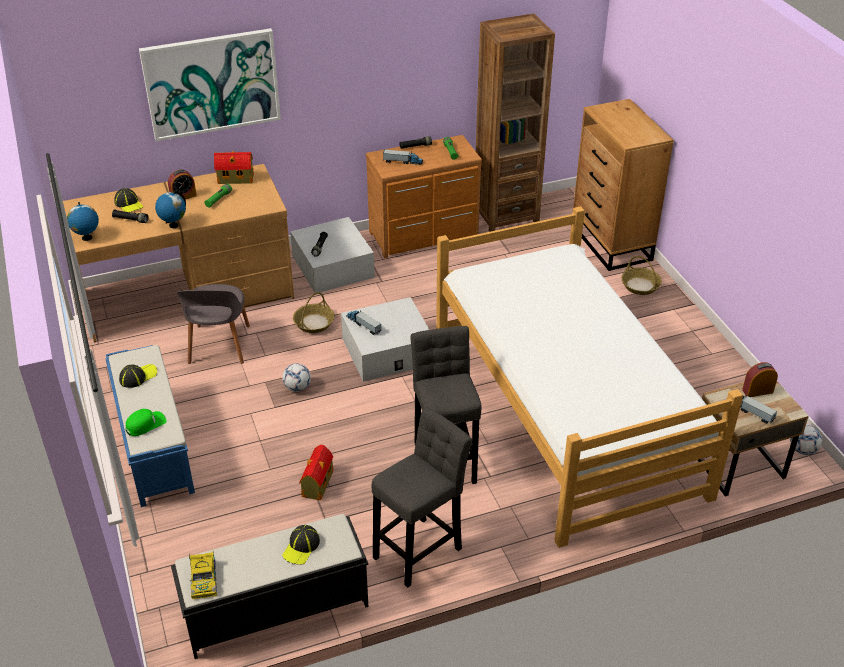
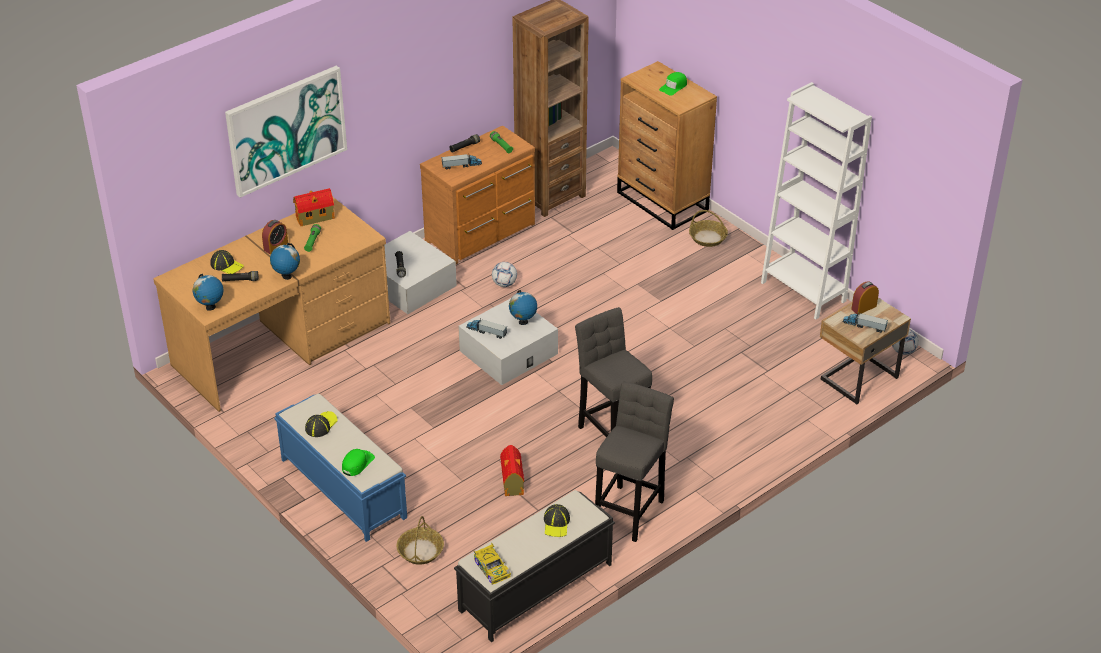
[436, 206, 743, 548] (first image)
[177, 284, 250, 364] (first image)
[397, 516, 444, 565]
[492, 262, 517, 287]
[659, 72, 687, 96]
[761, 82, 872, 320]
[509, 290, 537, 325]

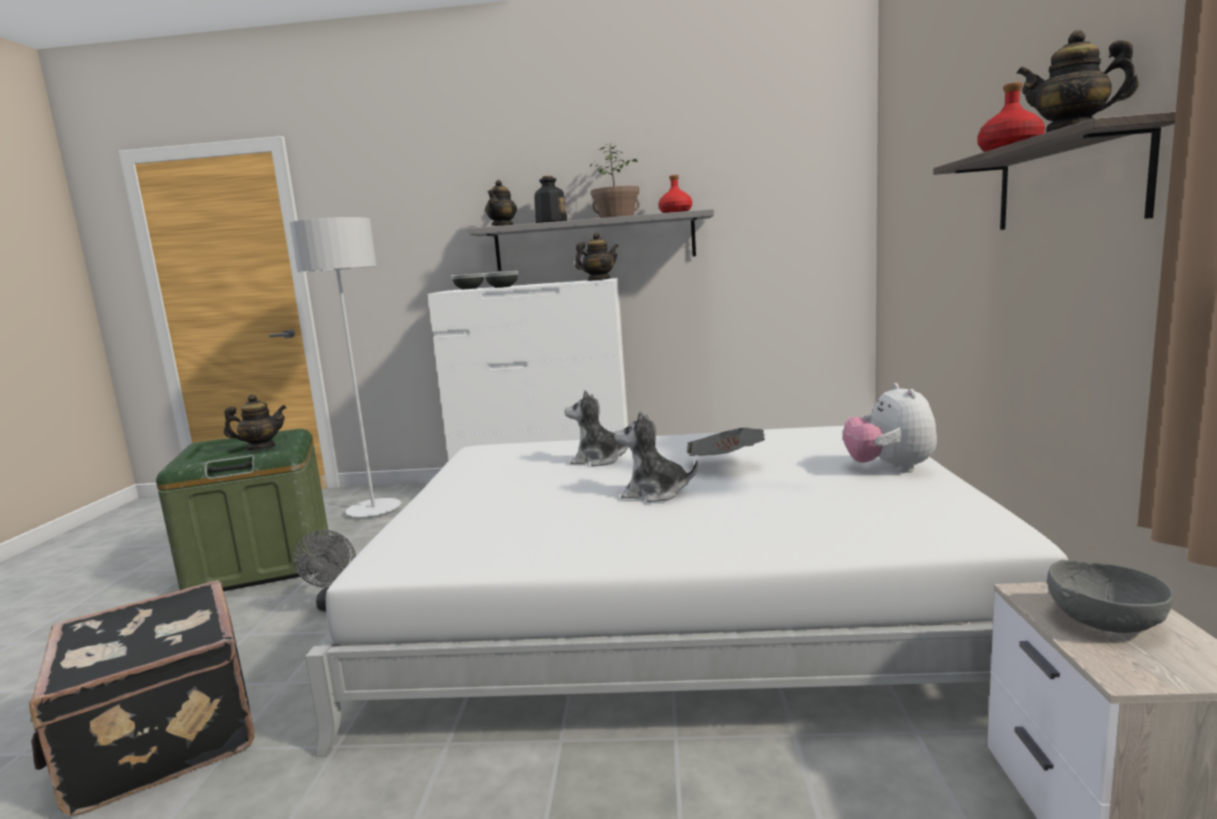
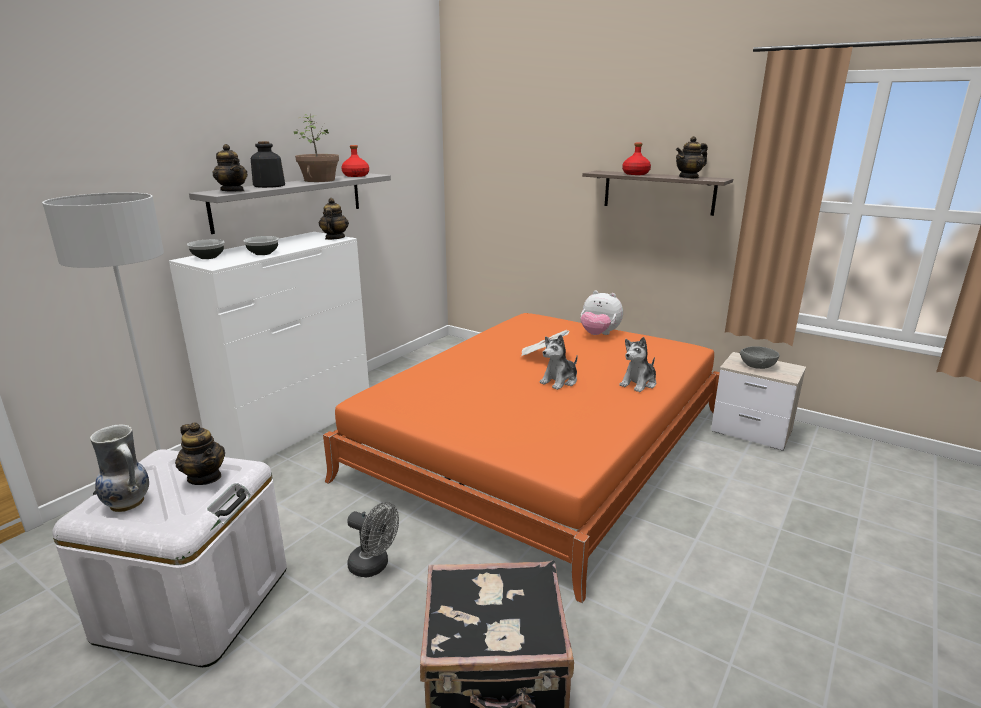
[619, 337, 656, 392]
[175, 423, 225, 485]
[323, 313, 720, 603]
[52, 449, 287, 667]
[90, 424, 149, 512]

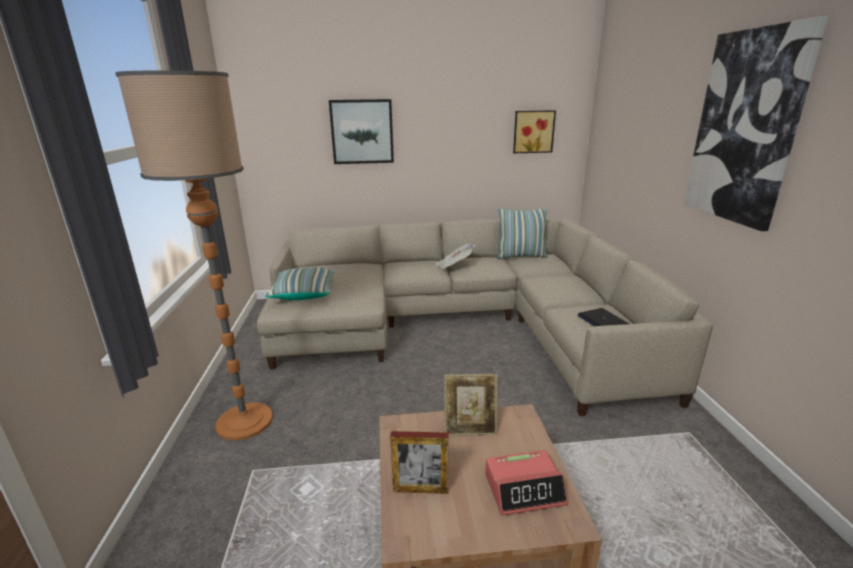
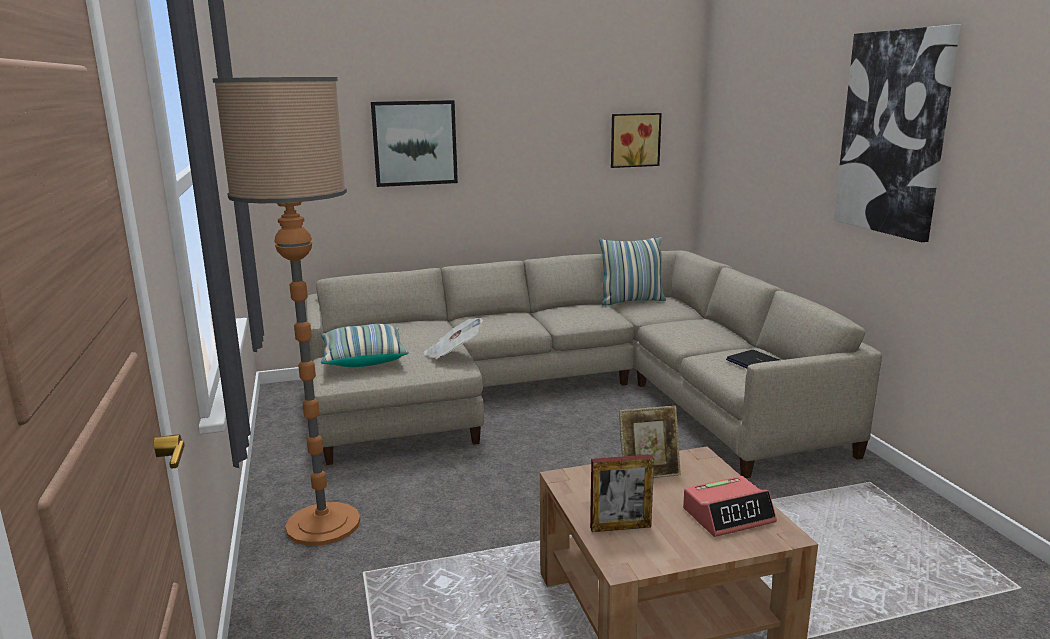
[423, 318, 483, 359]

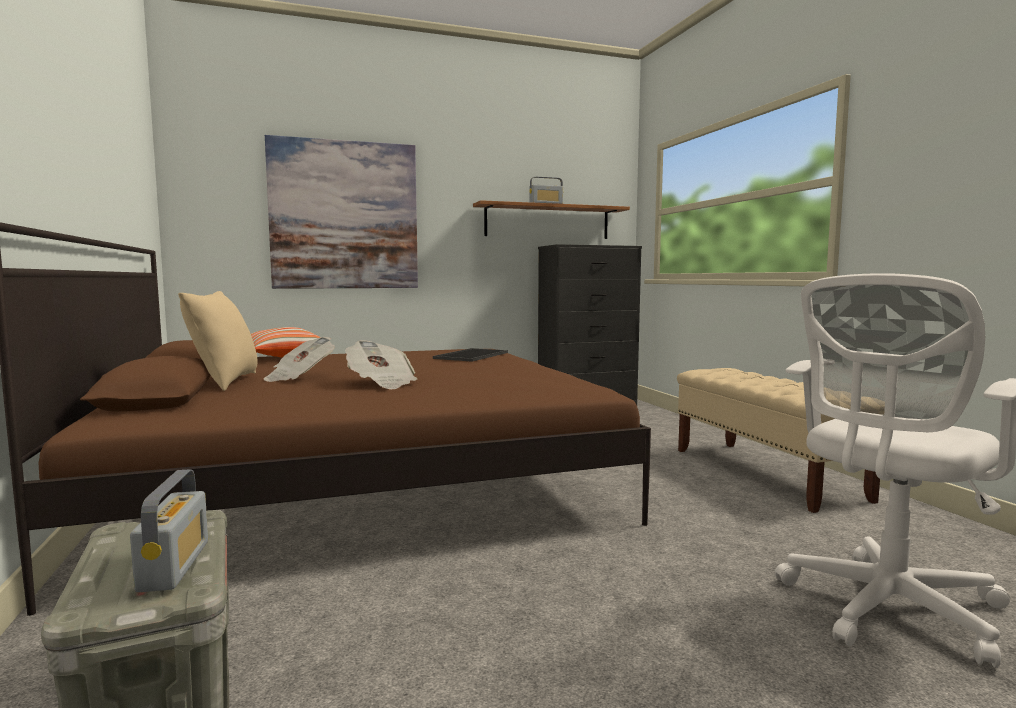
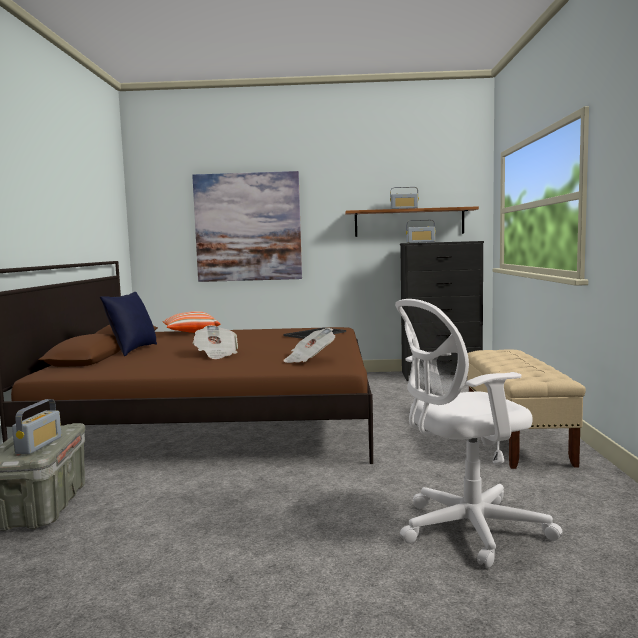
[100, 292, 157, 356]
[283, 328, 335, 363]
[406, 220, 436, 243]

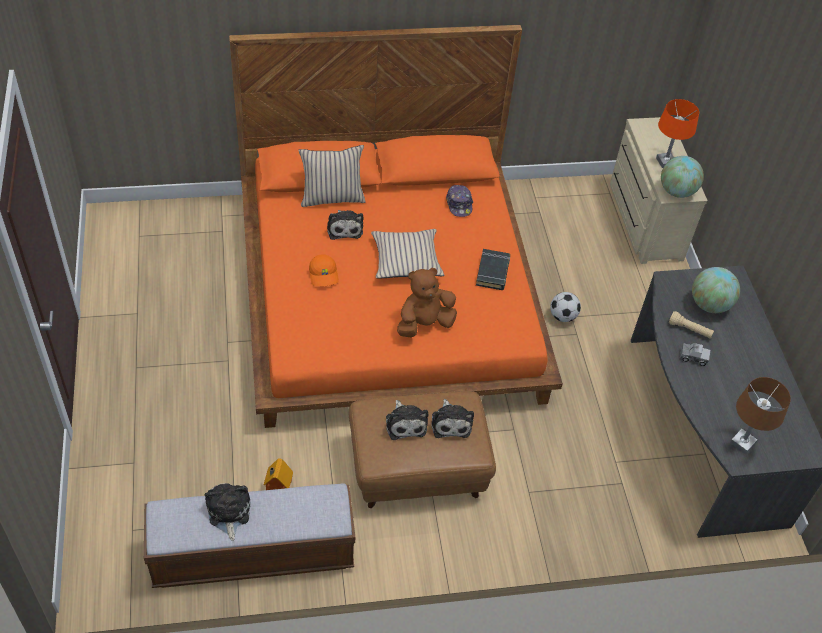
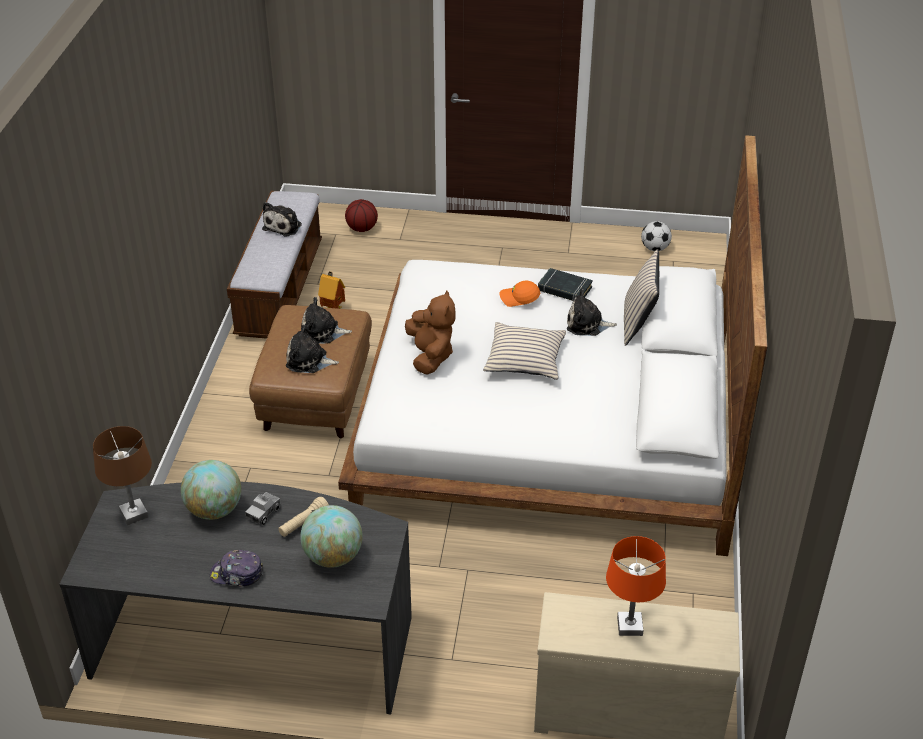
[338, 135, 768, 556]
[181, 460, 241, 520]
[210, 550, 263, 587]
[538, 268, 593, 301]
[641, 221, 672, 251]
[262, 202, 302, 236]
[345, 199, 378, 232]

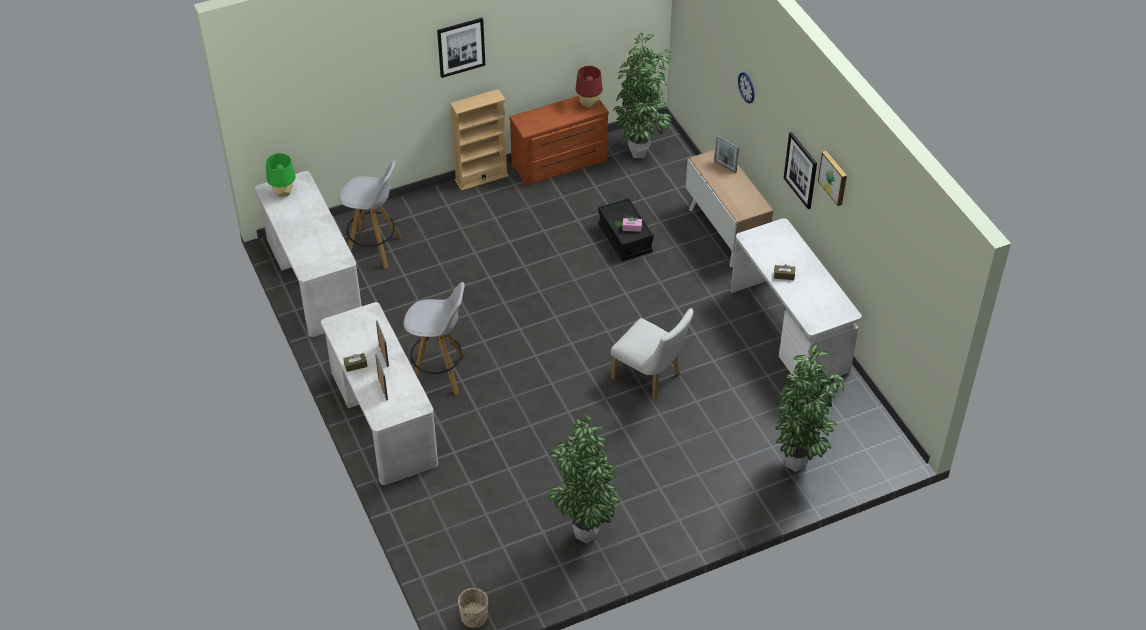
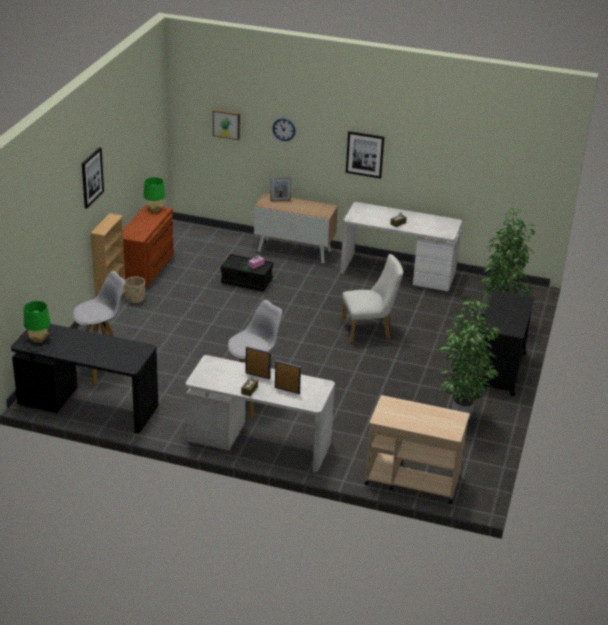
[613, 33, 672, 158] (first image)
[144, 177, 165, 212]
[213, 110, 240, 140]
[11, 324, 158, 434]
[125, 277, 145, 304]
[476, 290, 534, 396]
[365, 395, 470, 504]

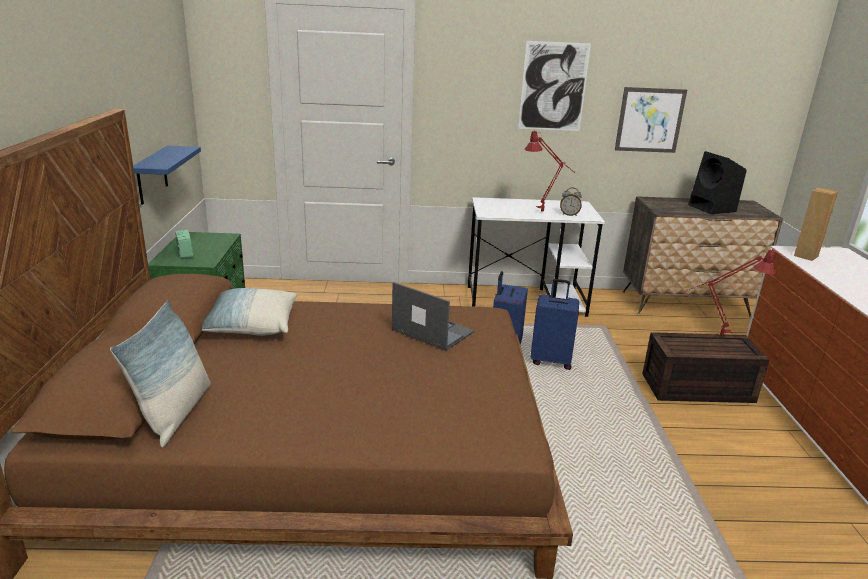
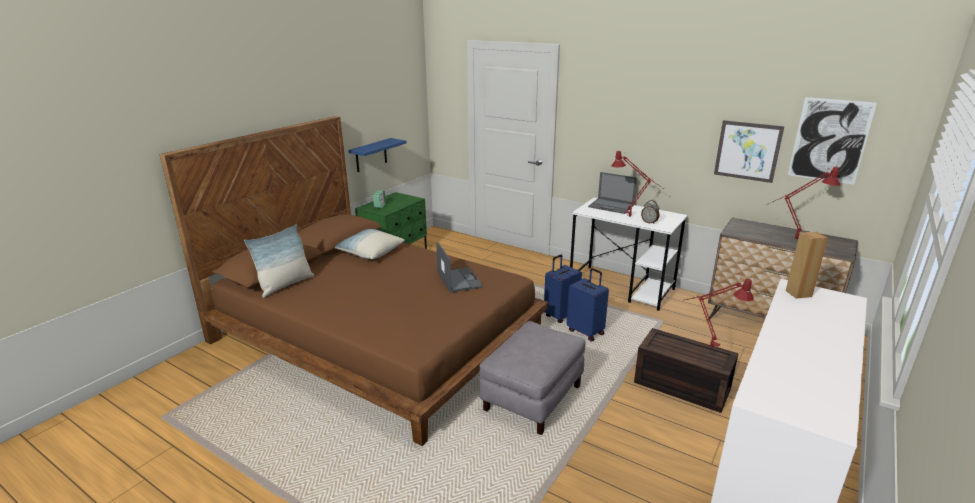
[788, 97, 877, 184]
[767, 167, 840, 239]
[588, 172, 637, 214]
[480, 321, 586, 435]

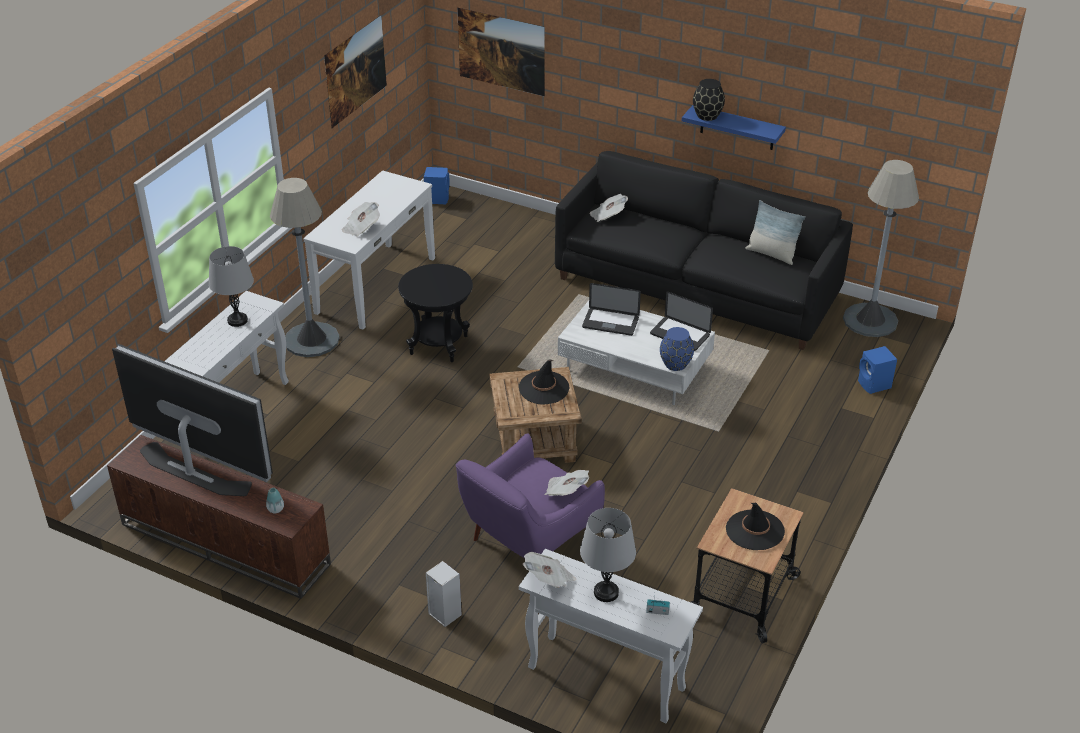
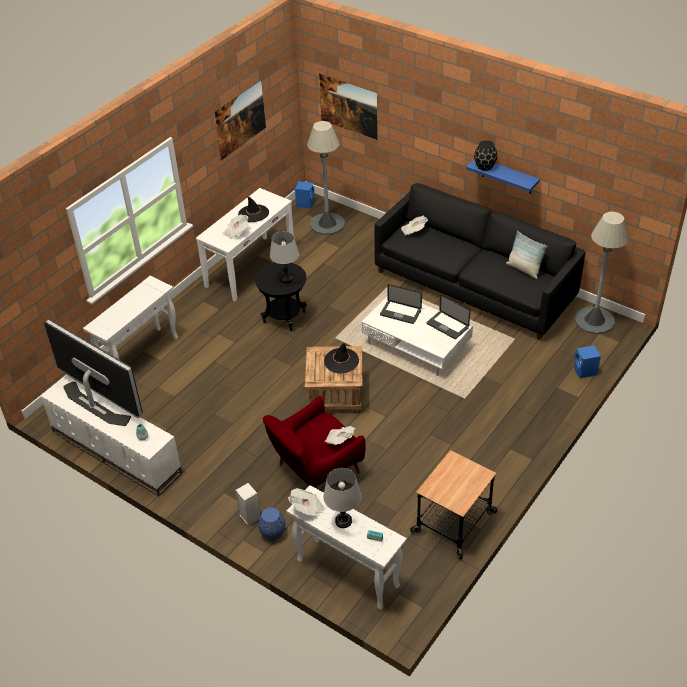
[307, 121, 345, 235]
[270, 231, 299, 283]
[258, 508, 285, 540]
[262, 396, 366, 489]
[41, 376, 182, 496]
[238, 196, 269, 222]

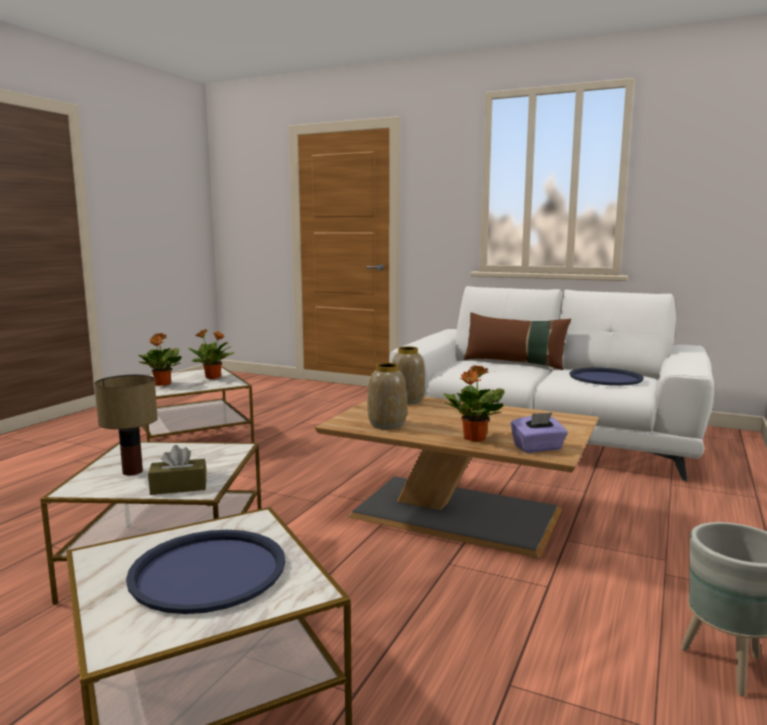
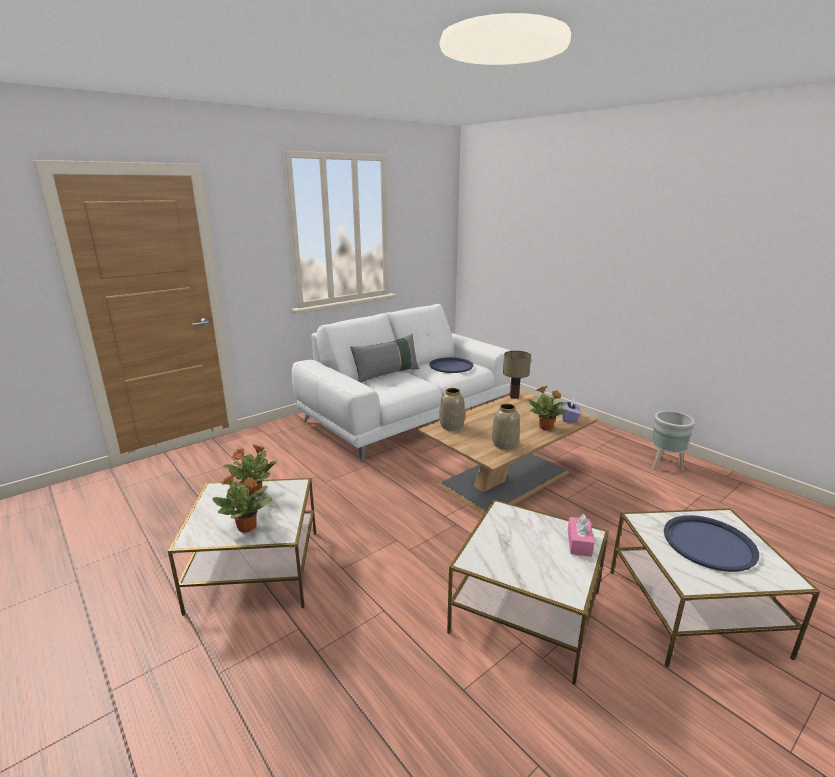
[350, 334, 419, 383]
[503, 351, 531, 399]
[568, 514, 594, 557]

